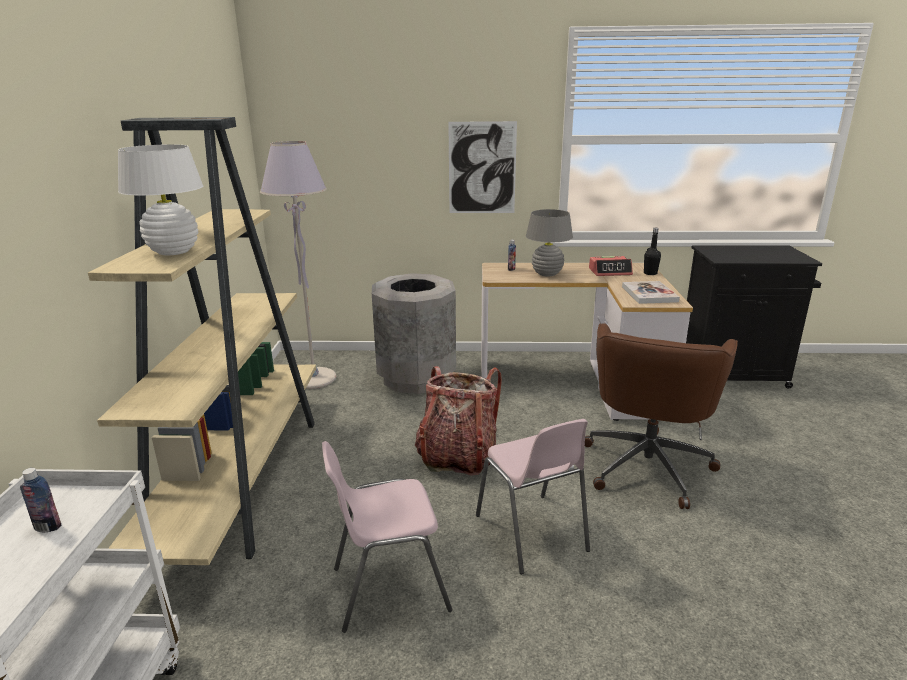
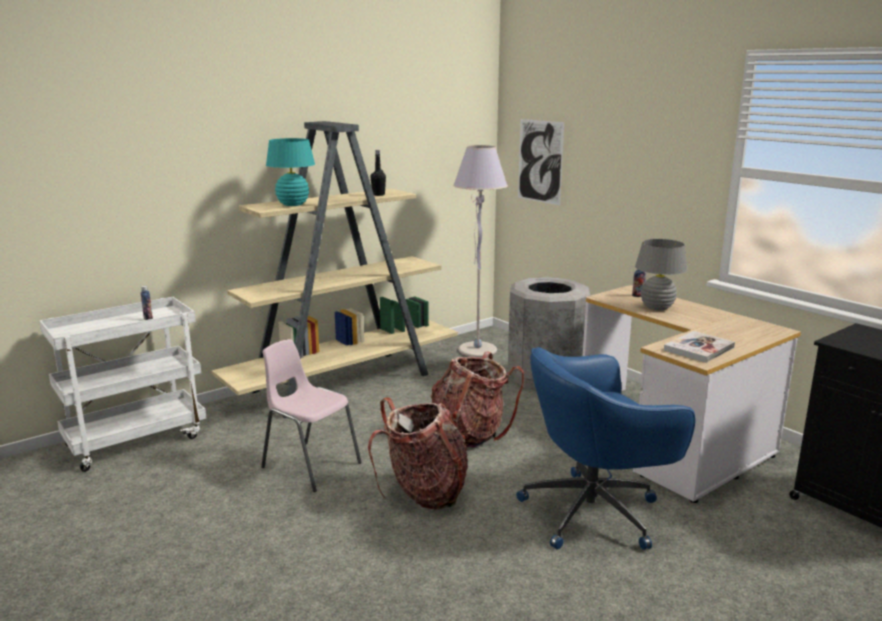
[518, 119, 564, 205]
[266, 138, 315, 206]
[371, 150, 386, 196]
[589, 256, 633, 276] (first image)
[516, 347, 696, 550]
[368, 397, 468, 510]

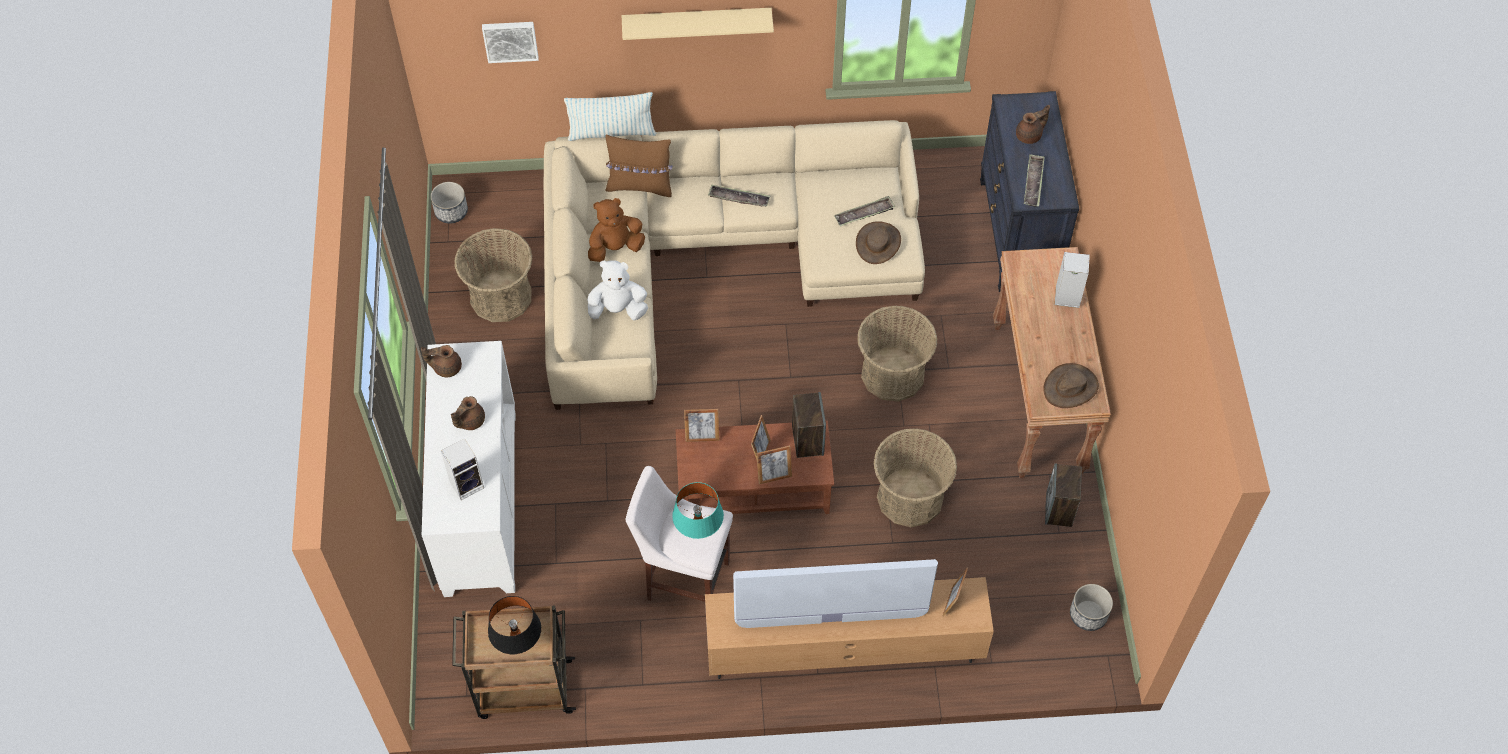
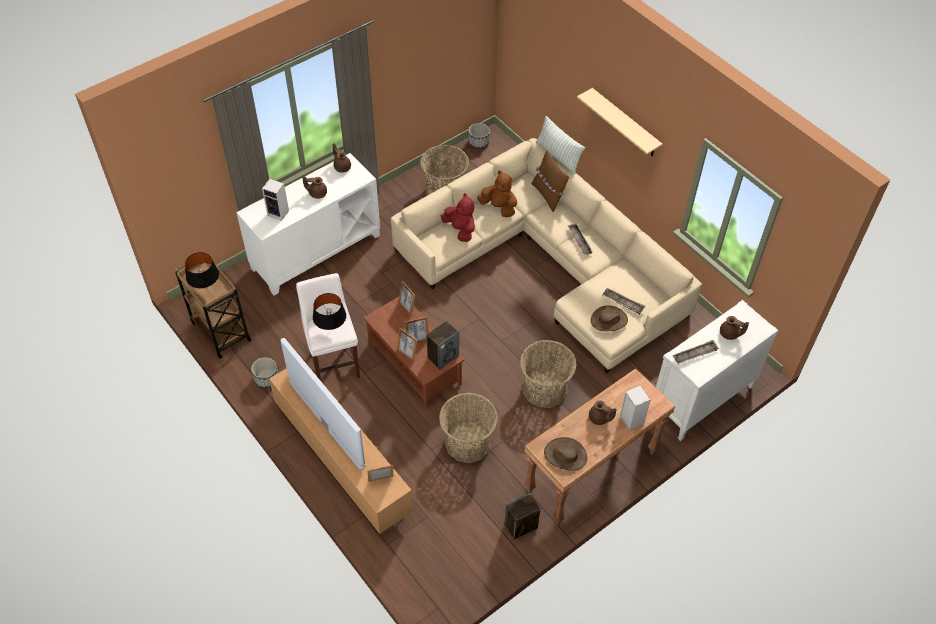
[482, 22, 538, 63] (first image)
[656, 300, 778, 441]
[441, 193, 475, 242]
[313, 293, 346, 330]
[251, 357, 278, 388]
[589, 400, 617, 425]

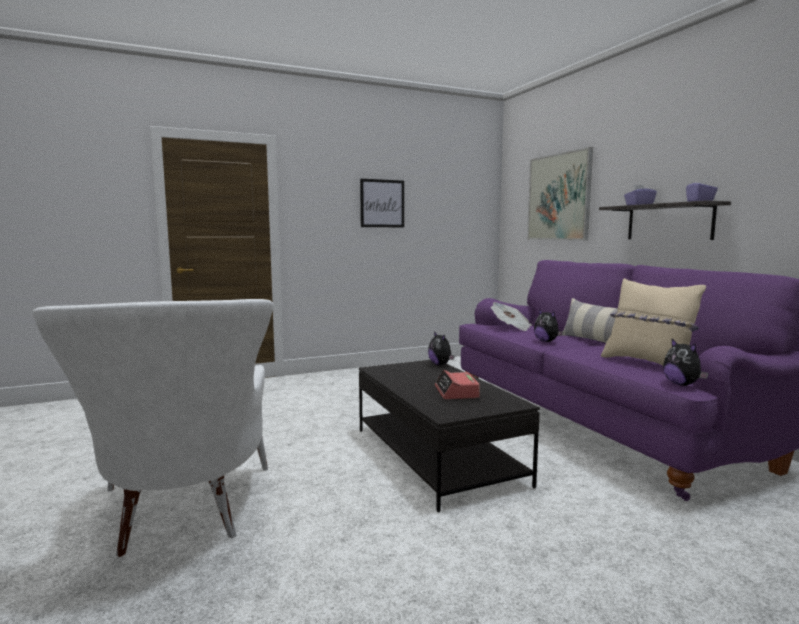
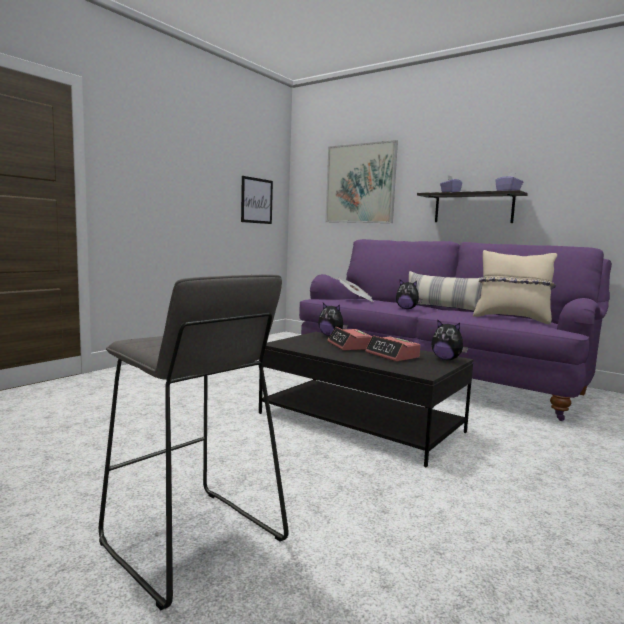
[241, 176, 273, 224]
[99, 275, 289, 610]
[431, 320, 468, 360]
[327, 327, 372, 350]

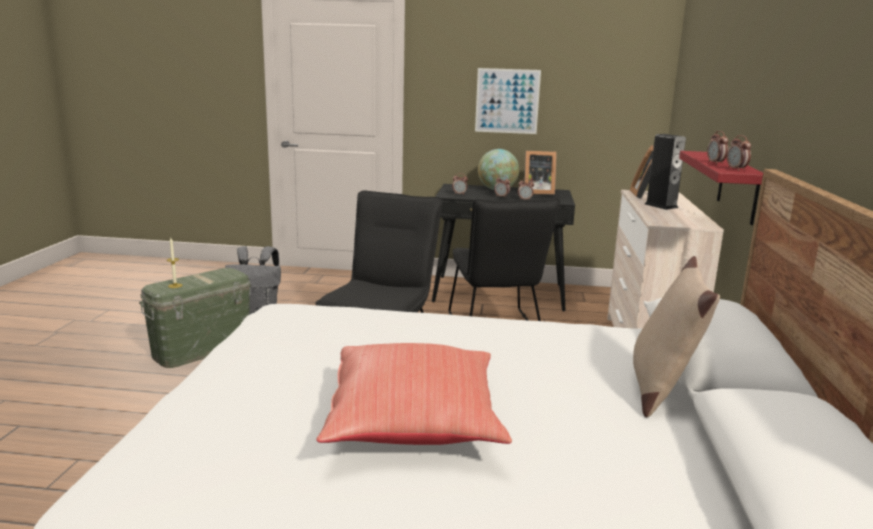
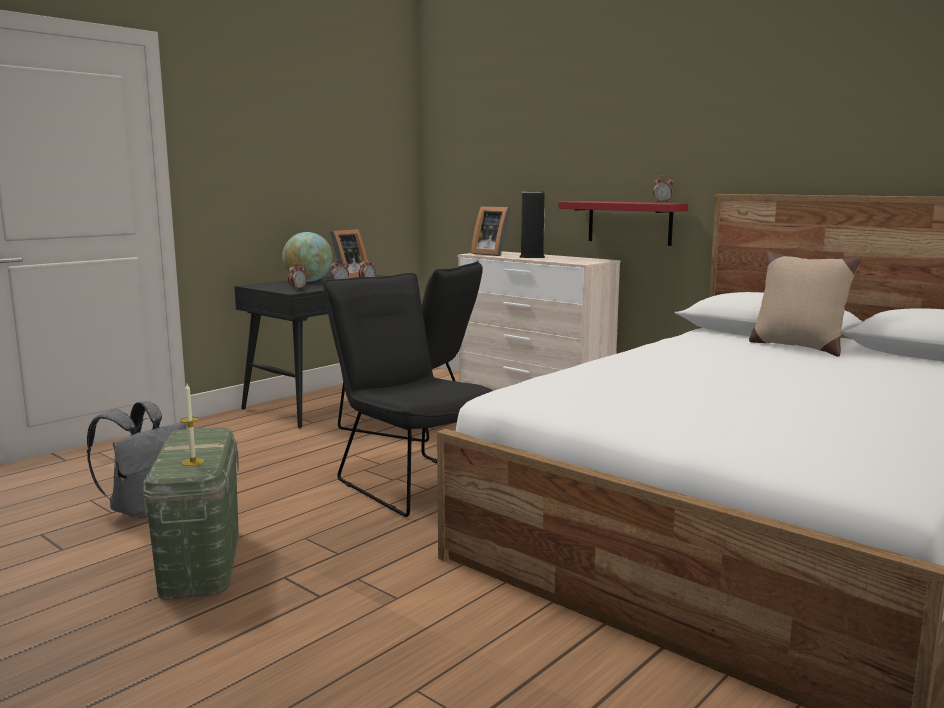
[475, 68, 541, 134] (first image)
[707, 131, 728, 164] (first image)
[317, 343, 512, 445] (first image)

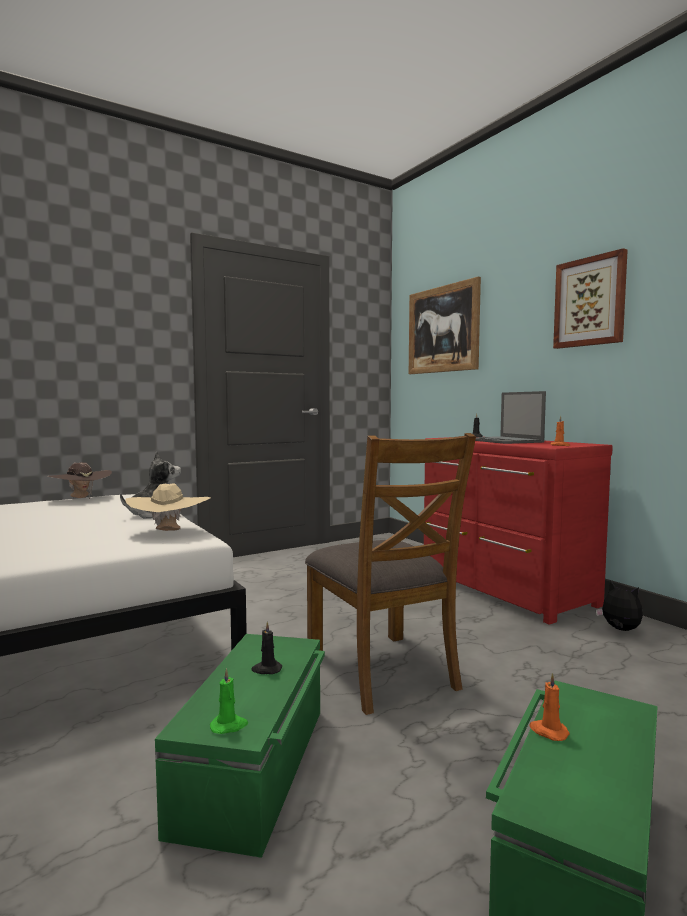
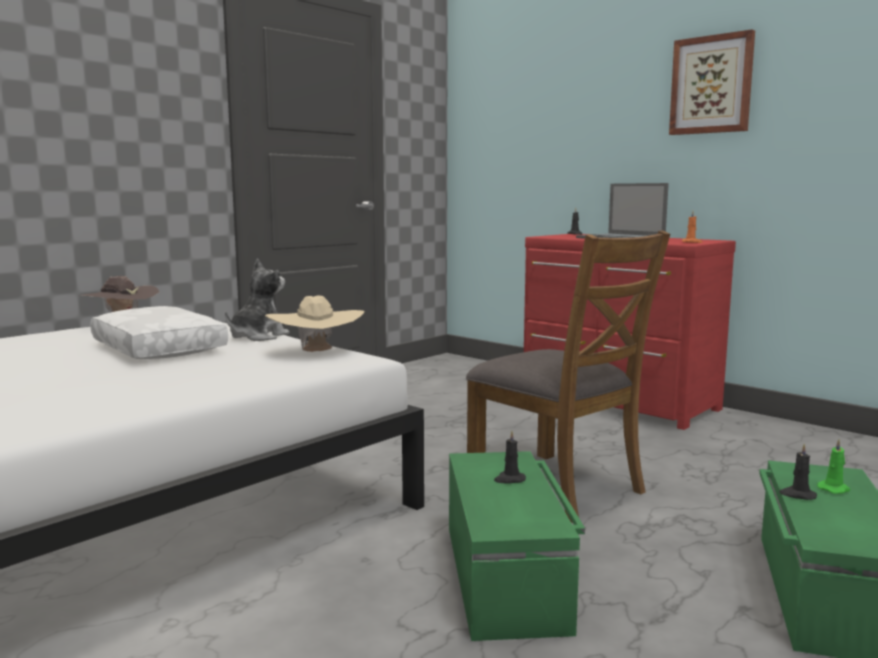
[409, 277, 481, 374] (first image)
[596, 581, 643, 631] (first image)
[817, 439, 850, 494]
[779, 444, 817, 500]
[90, 306, 228, 359]

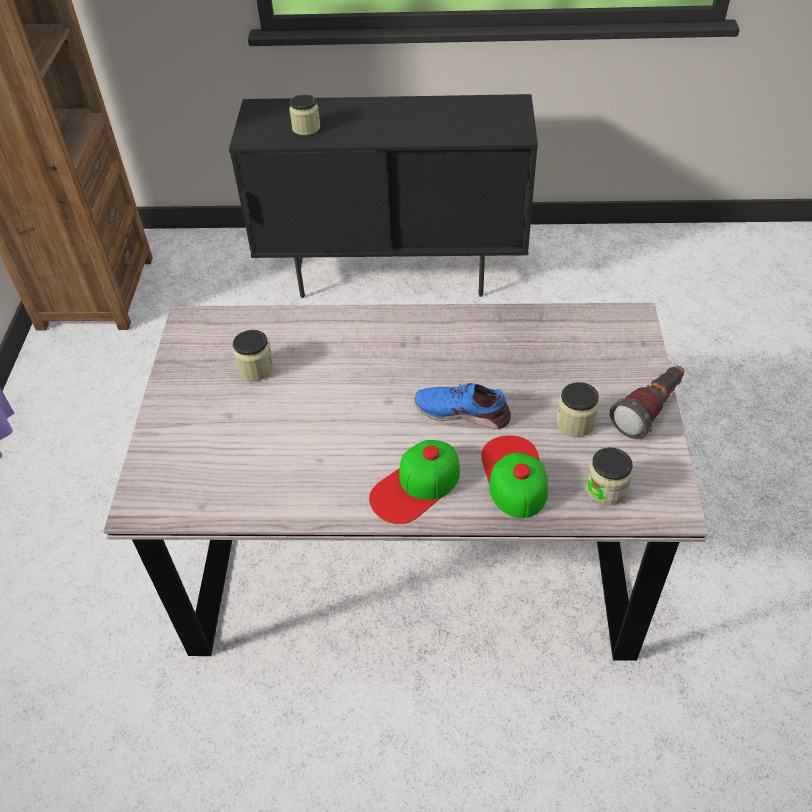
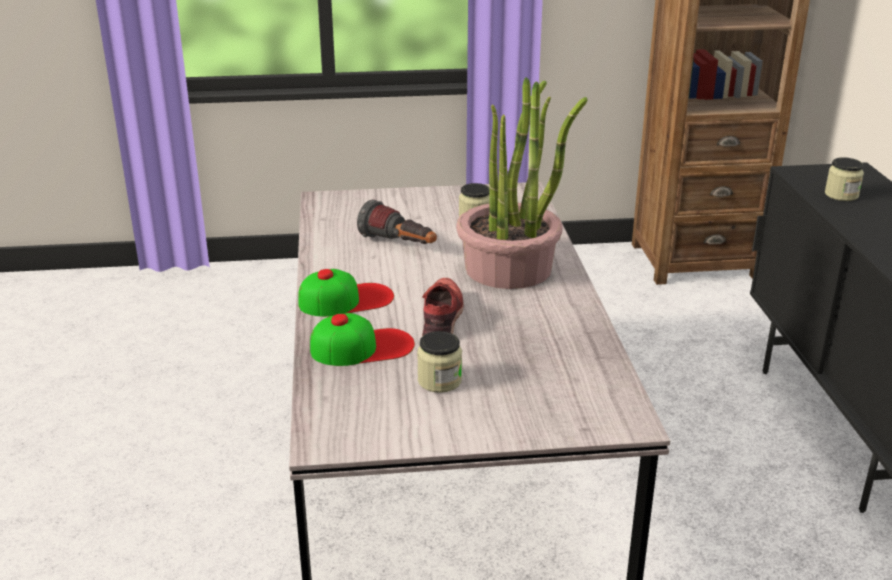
[357, 199, 437, 244]
[422, 278, 464, 336]
[298, 269, 394, 317]
[586, 447, 633, 506] (first image)
[456, 77, 588, 289]

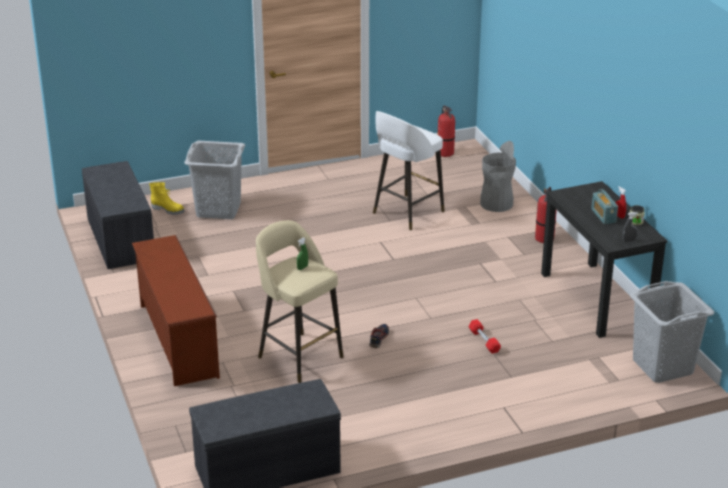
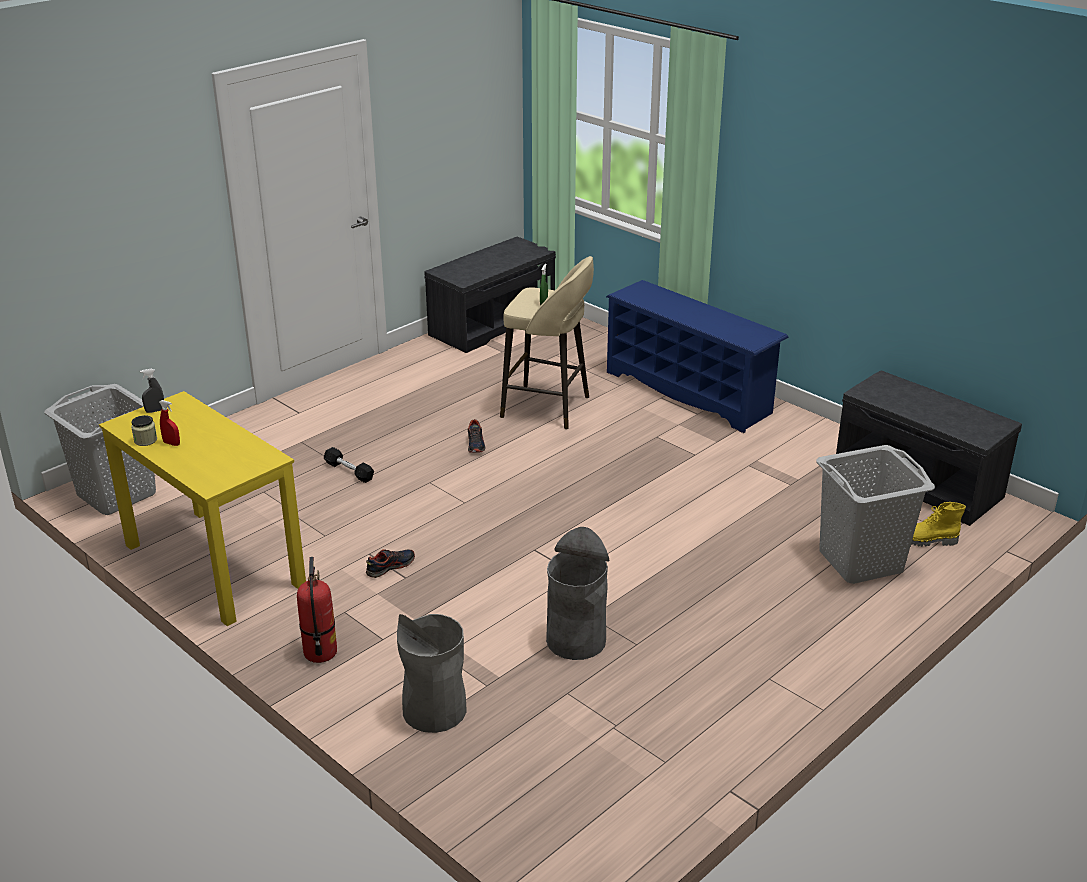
[438, 106, 455, 157] (first image)
[546, 527, 609, 660]
[99, 391, 306, 626]
[591, 189, 618, 224] (first image)
[606, 280, 789, 433]
[324, 447, 374, 483]
[366, 549, 415, 578]

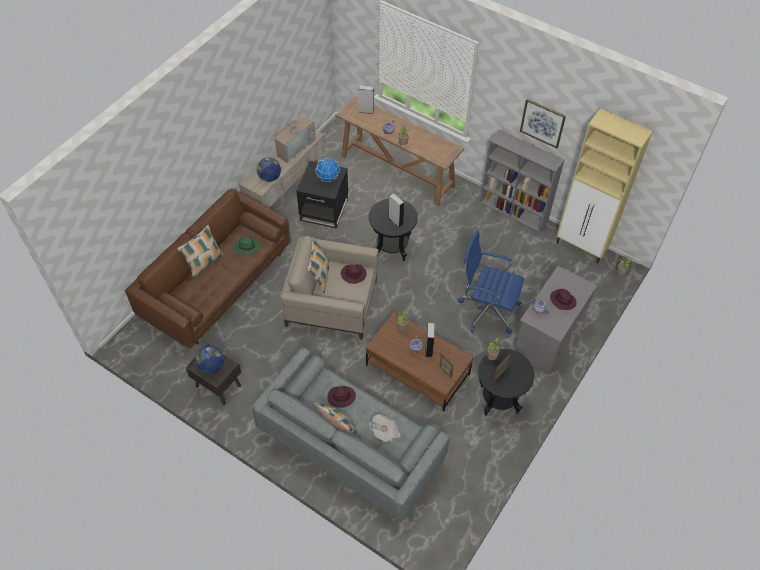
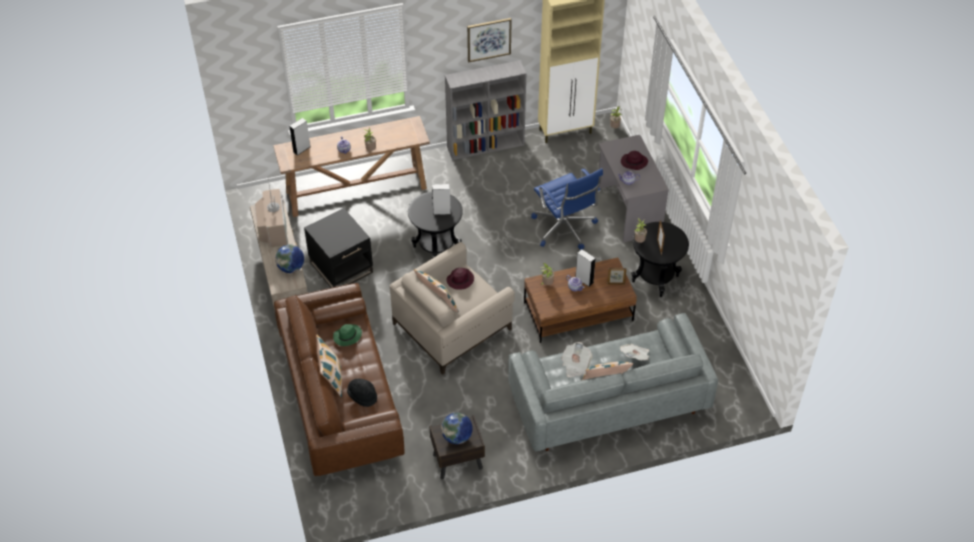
[316, 158, 340, 182] (first image)
[531, 168, 603, 250]
[561, 342, 592, 377]
[347, 379, 377, 407]

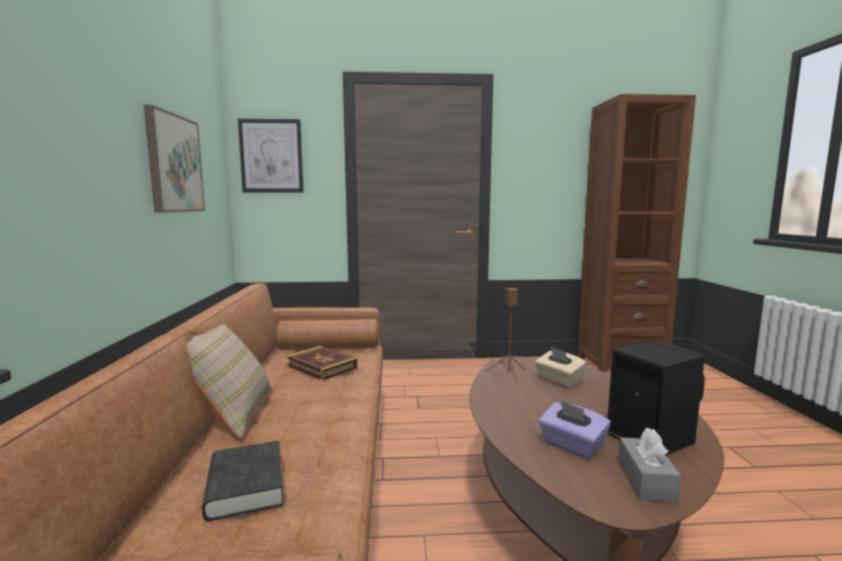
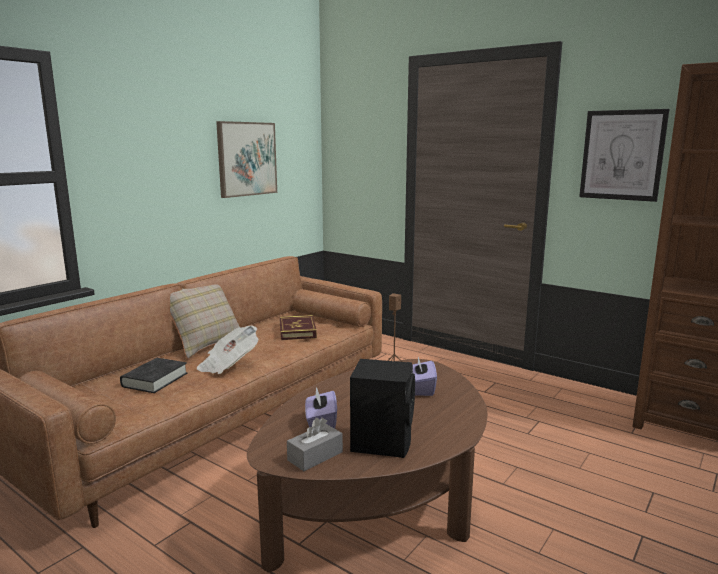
[579, 109, 669, 202]
[413, 357, 437, 396]
[197, 326, 258, 374]

